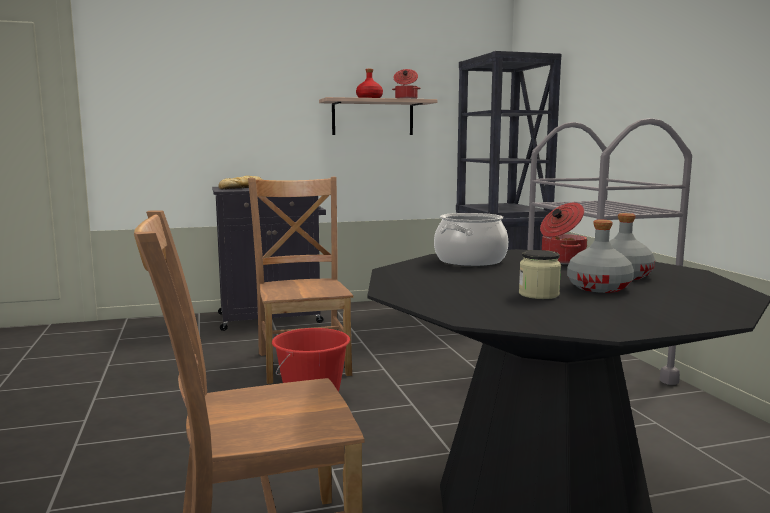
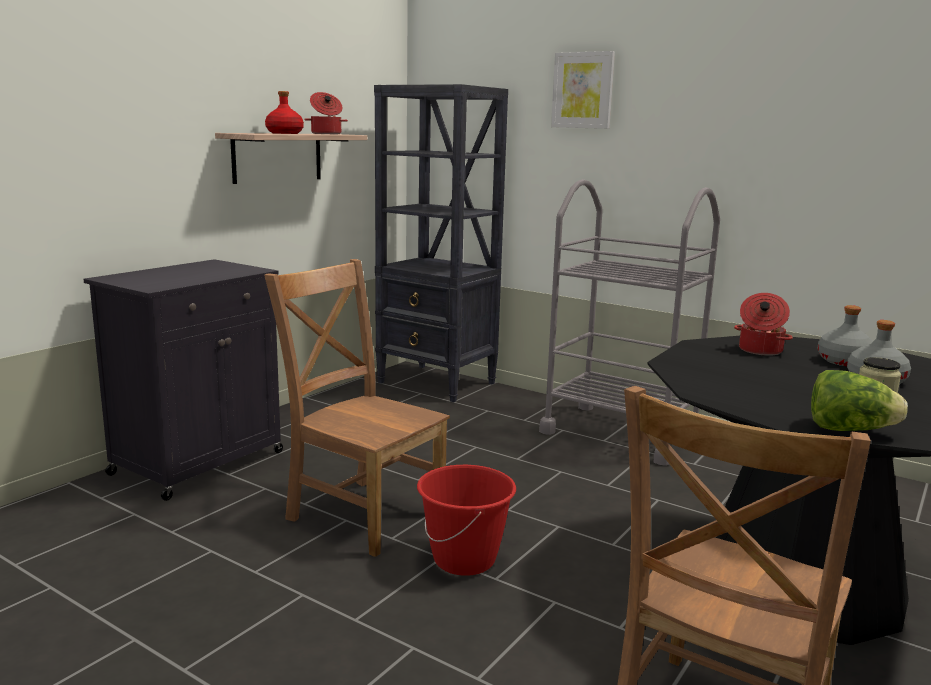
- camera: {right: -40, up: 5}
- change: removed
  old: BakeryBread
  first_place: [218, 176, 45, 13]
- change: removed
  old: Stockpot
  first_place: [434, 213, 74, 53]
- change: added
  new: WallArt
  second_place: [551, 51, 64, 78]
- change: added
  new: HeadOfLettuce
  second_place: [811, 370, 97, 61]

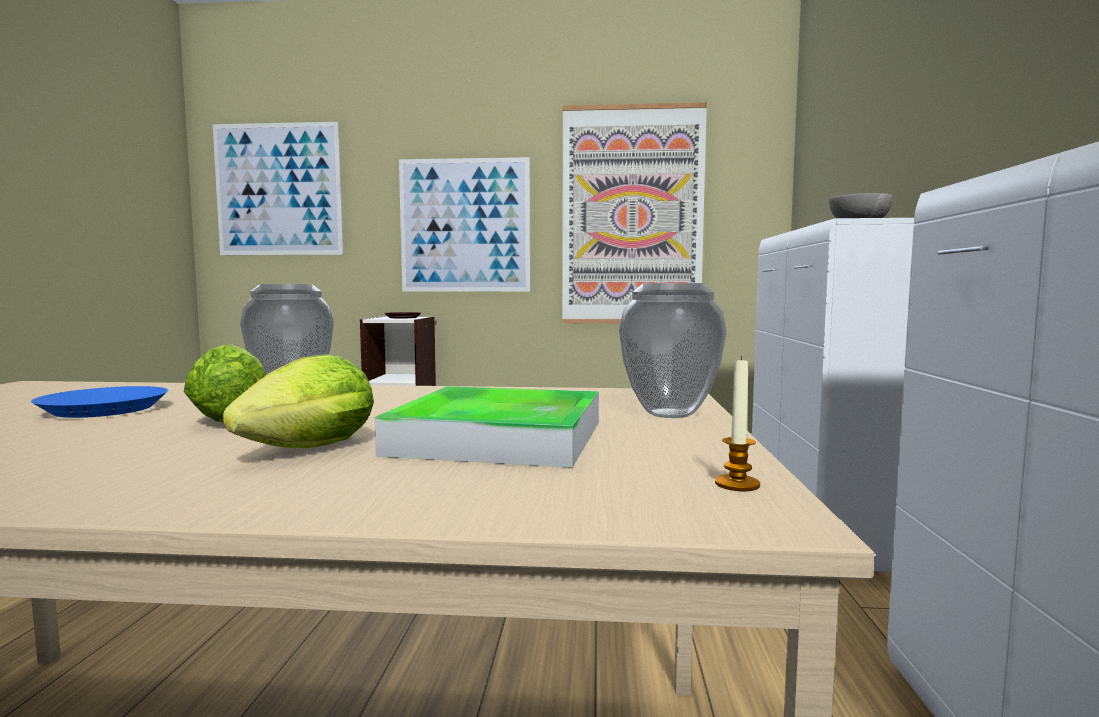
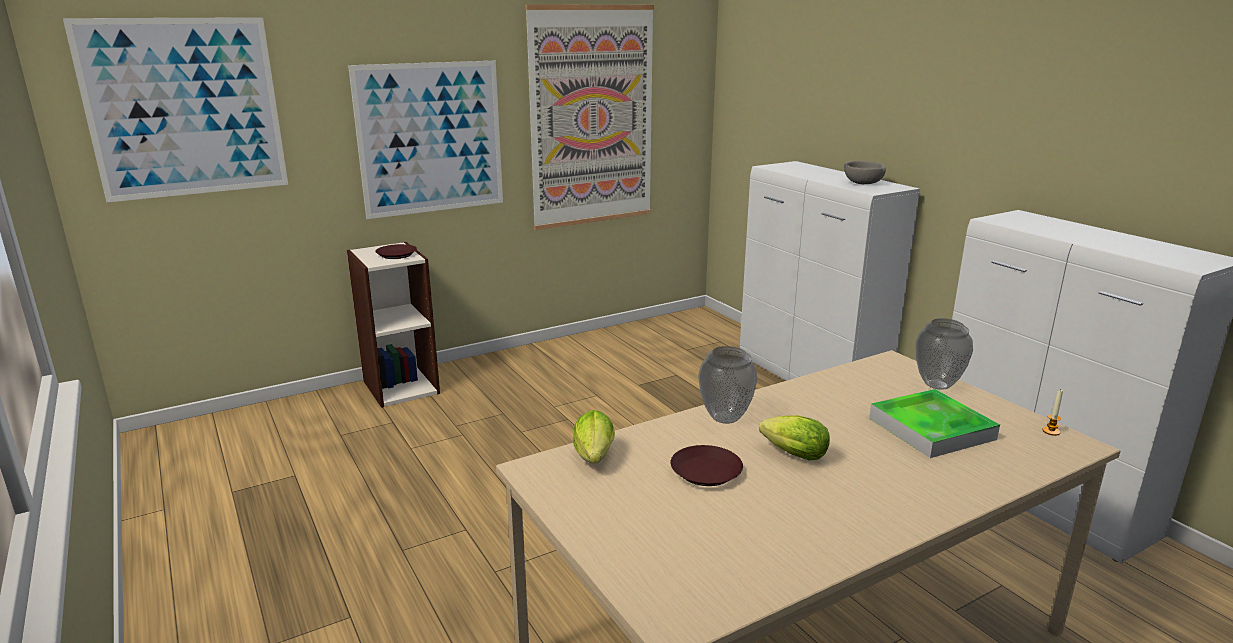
- camera: {right: -35, up: 15}
- change: recoloured
  old: BlueColouredPlate
  new: BrownPlate
  first_place: [31, 386, 137, 32]
  second_place: [670, 445, 73, 41]
- change: moved
  old: HeadOfLettuce
  first_place: [223, 354, 151, 94]
  second_place: [573, 410, 42, 53]

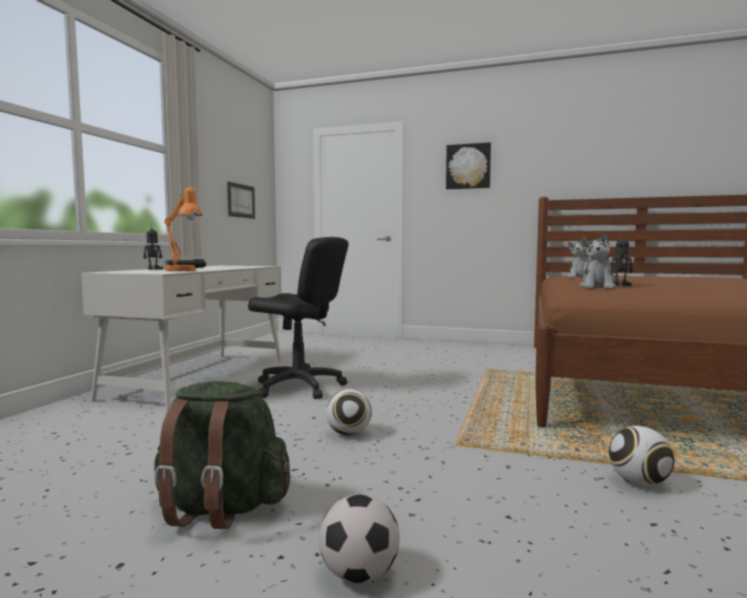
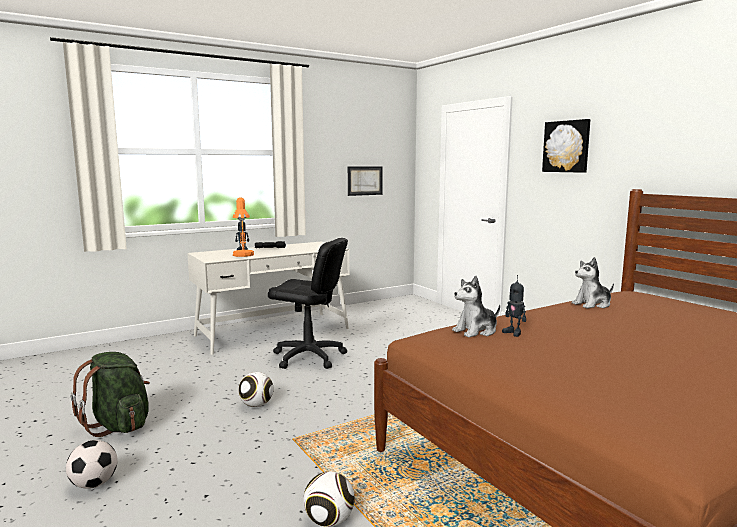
- camera: {right: 40, up: 5}
- change: turned
  old: BlackishOfficeChair
  first_place: [248, 237, 100, 162]
  second_place: [268, 238, 80, 131]
  degrees: -45

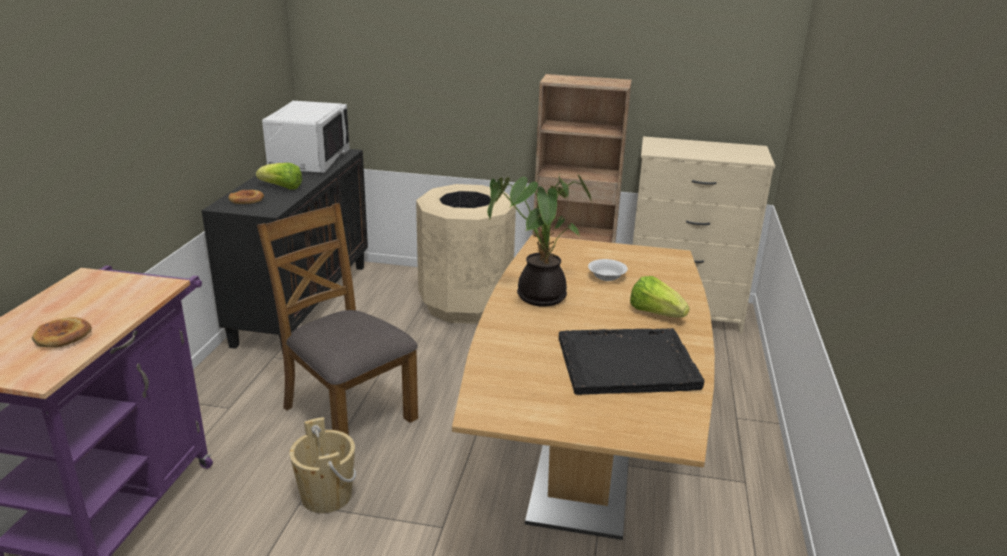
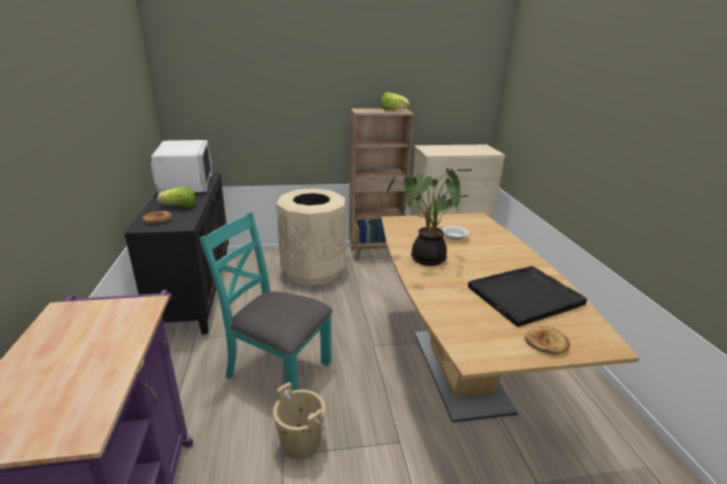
- camera: {right: -20, up: 0}
- change: moved
  old: BakeryBread
  first_place: [32, 317, 60, 31]
  second_place: [524, 326, 46, 29]
- change: recoloured
  old: BrownUprightChair
  new: TurquoiseColouredUprightChair
  first_place: [257, 203, 161, 232]
  second_place: [199, 212, 133, 179]
- change: moved
  old: HeadOfLettuce
  first_place: [630, 276, 60, 42]
  second_place: [381, 92, 29, 18]

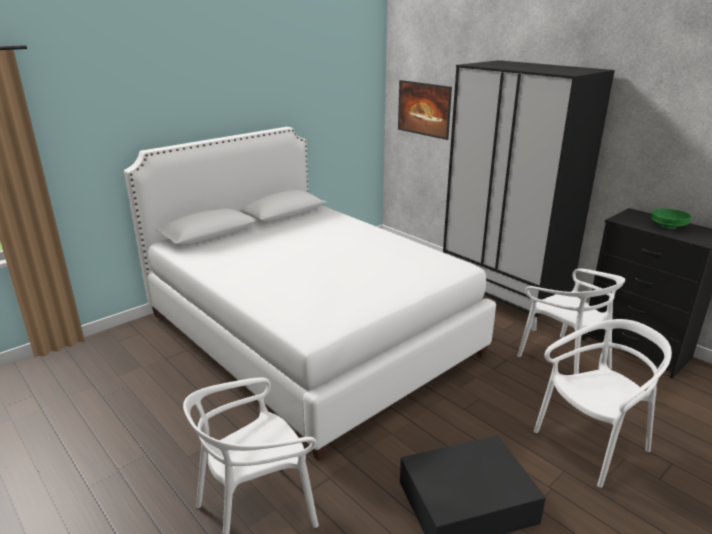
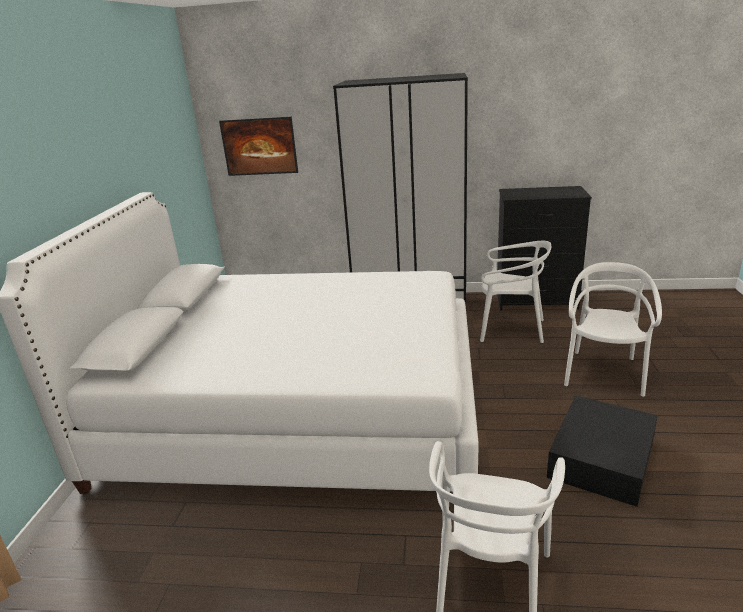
- camera: {right: -40, up: 0}
- change: removed
  old: GreenishServingBowl
  first_place: [652, 209, 40, 20]

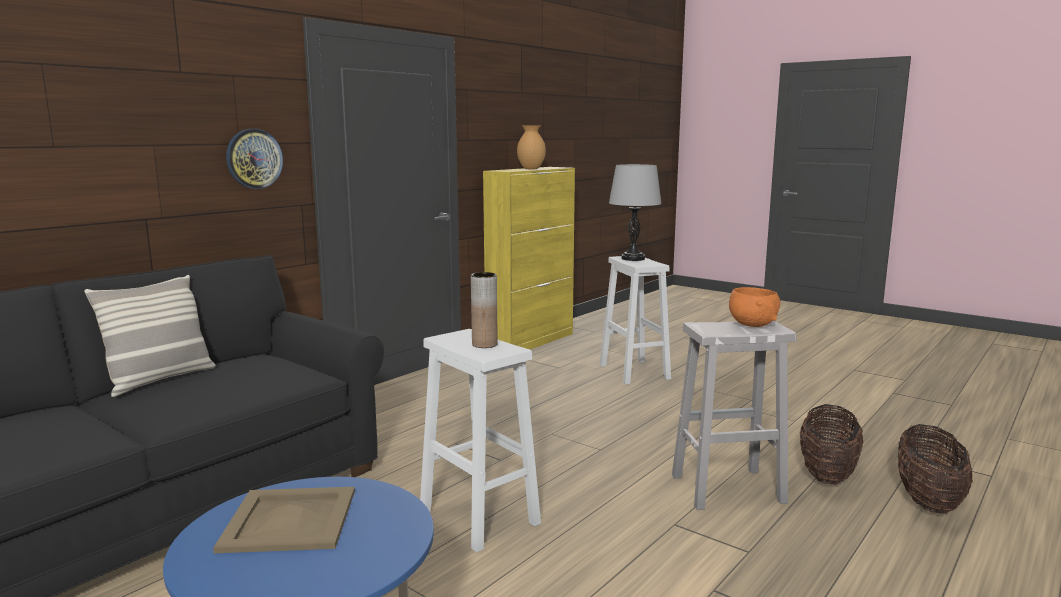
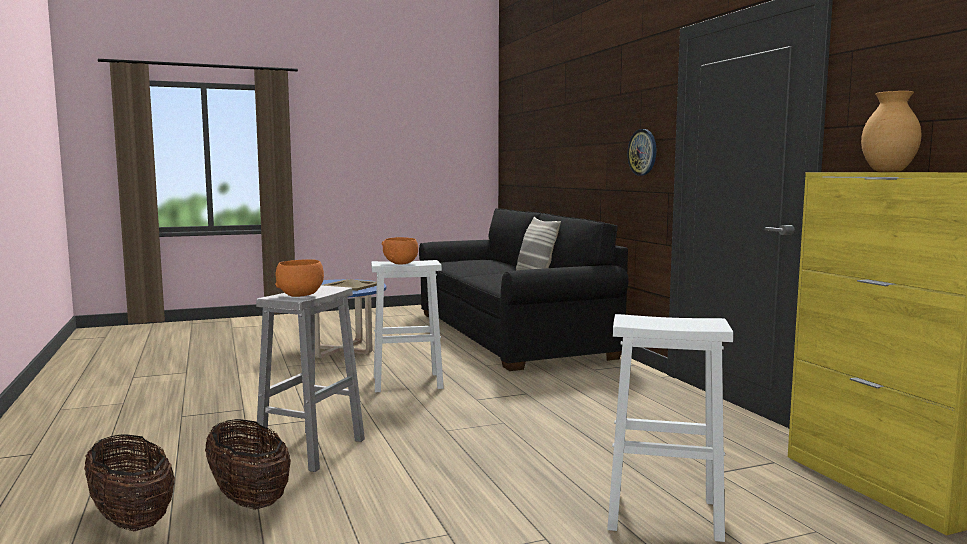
- camera: {right: 120, up: -5}
- change: replaced
  old: BrownFlowerVase
  new: OrangeColouredServingBowl
  first_place: [471, 272, 27, 76]
  second_place: [382, 237, 36, 28]
- change: removed
  old: GreyishLampForATable
  first_place: [609, 164, 53, 97]

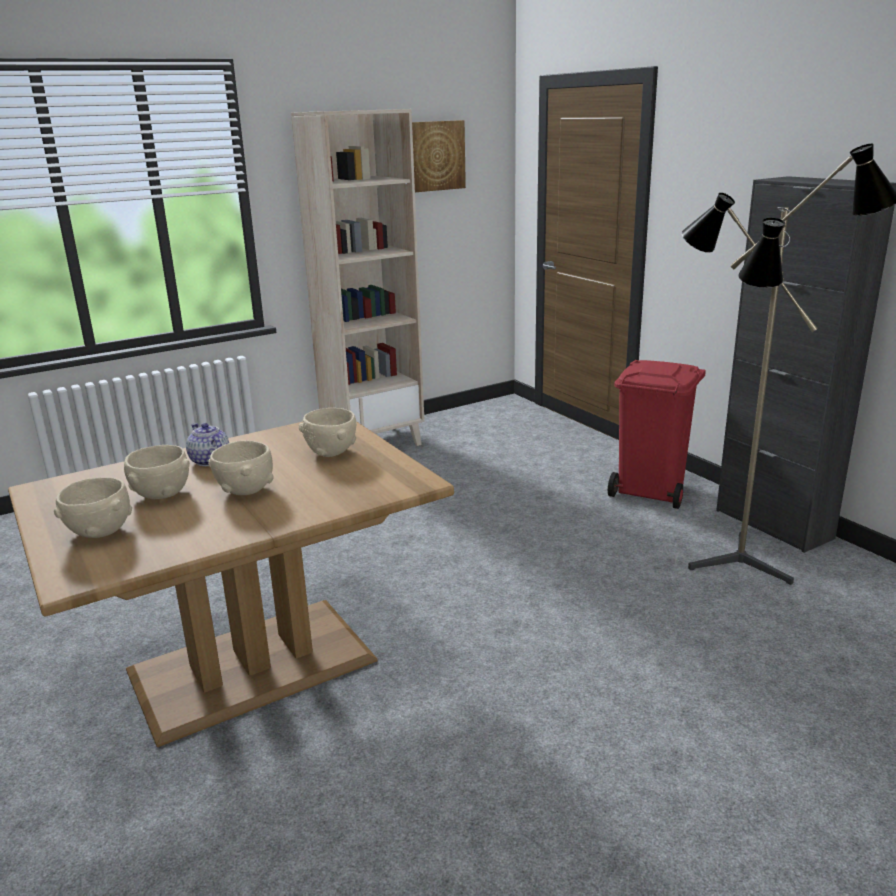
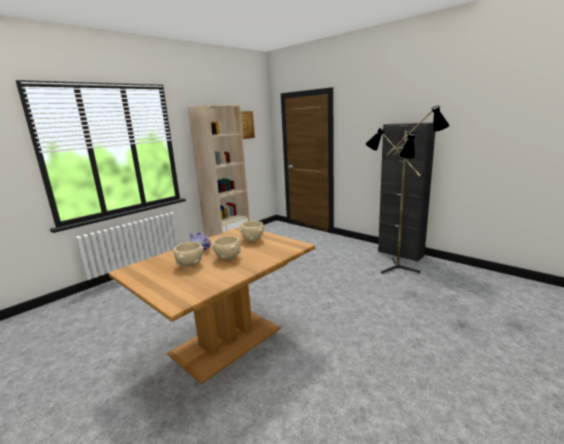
- camera: {right: -15, up: -5}
- change: removed
  old: BeigeServingBowl
  first_place: [54, 477, 78, 61]
- change: removed
  old: ReddishTrashCan
  first_place: [608, 360, 98, 149]

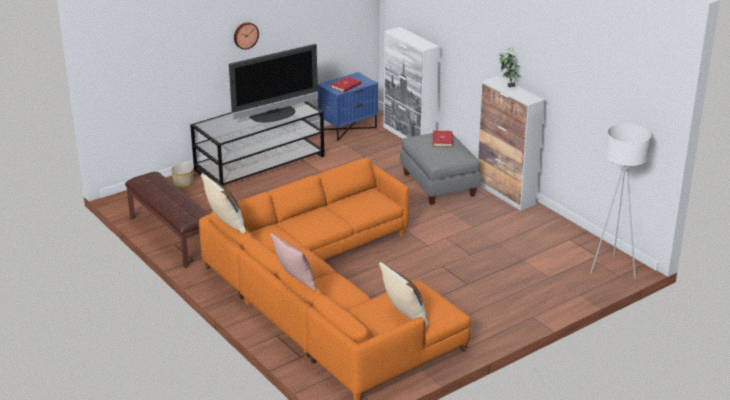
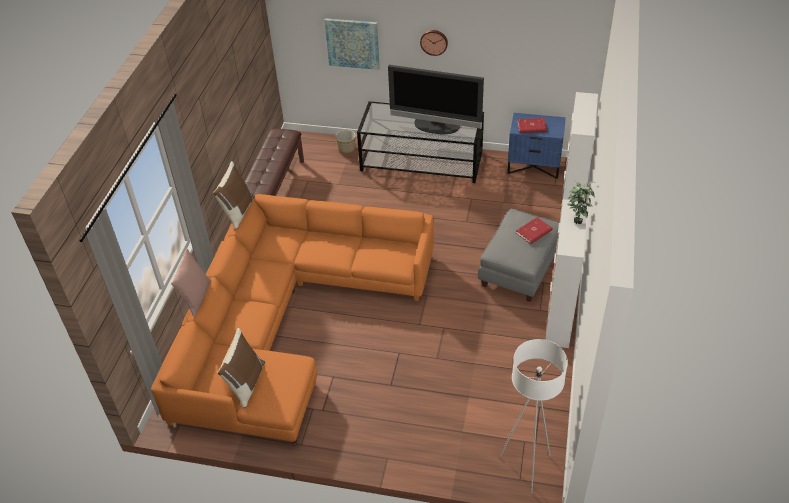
- camera: {right: 50, up: 15}
- change: added
  new: WallArt
  second_place: [325, 18, 55, 52]

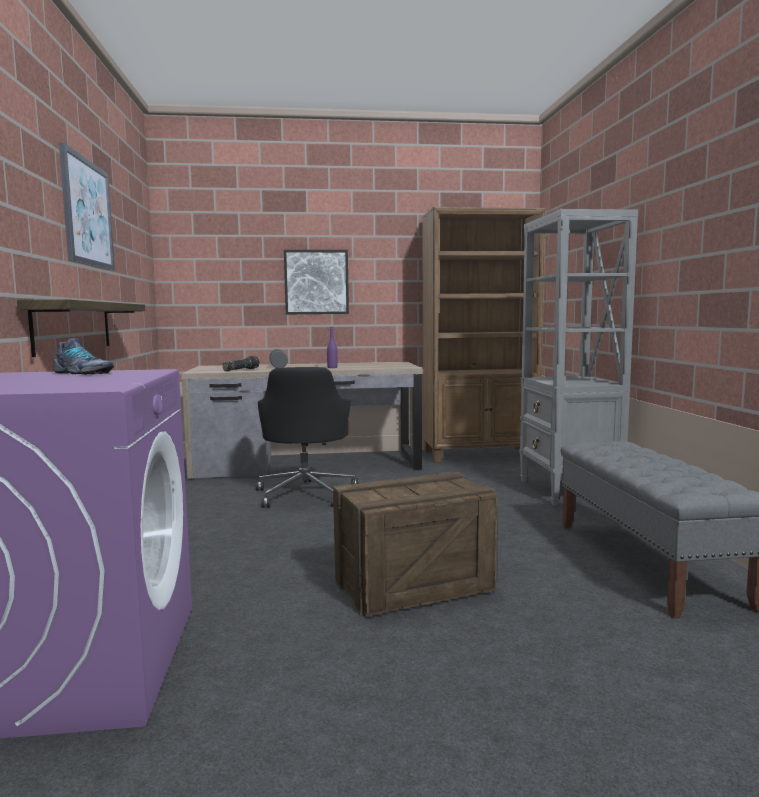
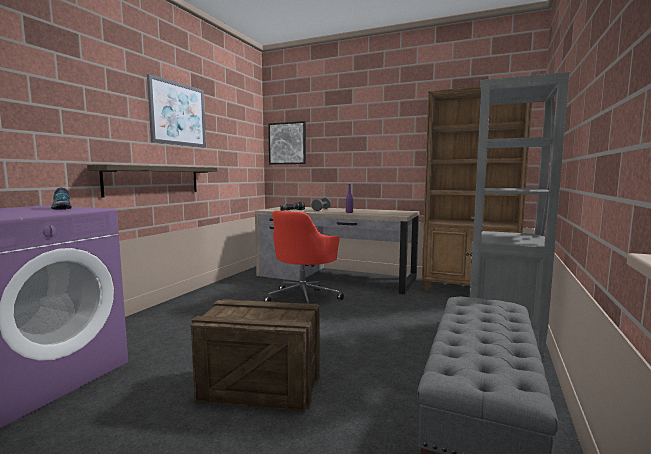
- camera: {right: 30, up: 0}
- change: recoloured
  old: BlackishOfficeChair
  new: ReddishOfficeChair
  first_place: [256, 367, 102, 141]
  second_place: [264, 211, 80, 93]
- change: moved
  old: WallArt
  first_place: [284, 250, 65, 64]
  second_place: [268, 121, 38, 43]

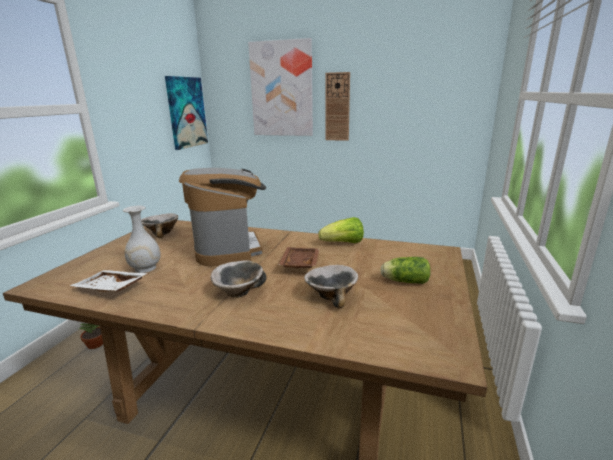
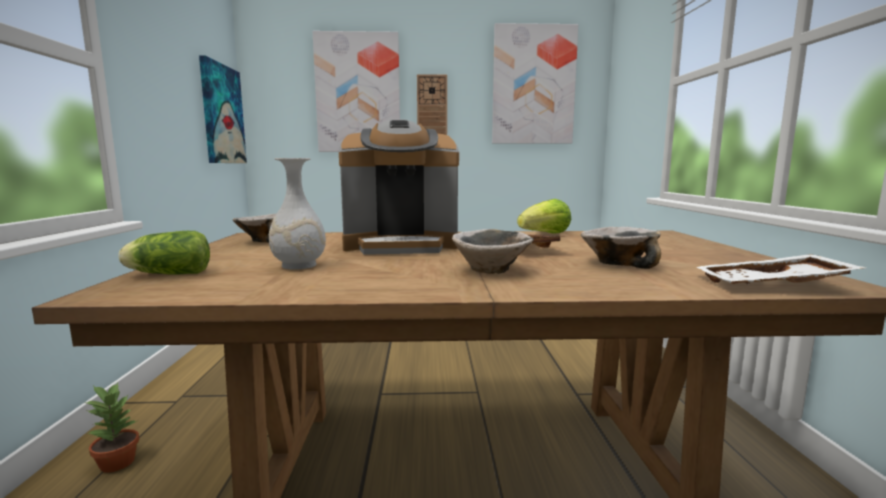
- camera: {right: -20, up: -10}
- change: moved
  old: WhitishServingTray
  first_place: [70, 270, 78, 22]
  second_place: [696, 254, 170, 31]
- change: turned
  old: CoffeeMaker
  first_place: [179, 168, 87, 98]
  second_place: [339, 119, 120, 136]
  degrees: 120
- change: moved
  old: HeadOfLettuce
  first_place: [380, 257, 51, 27]
  second_place: [118, 231, 92, 44]
- change: added
  new: WallArt
  second_place: [492, 23, 87, 121]

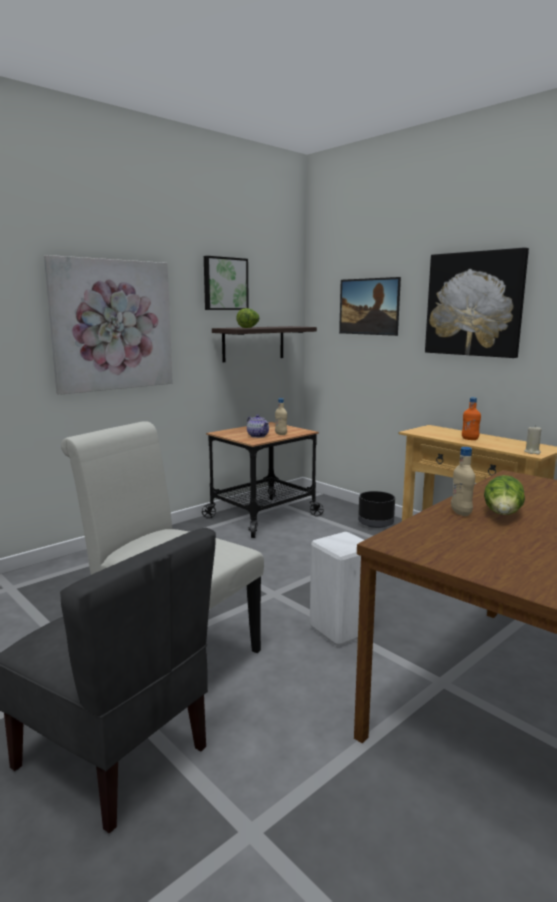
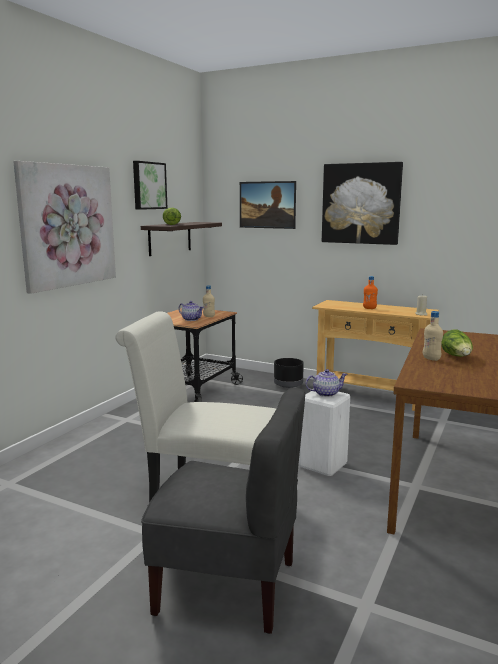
- camera: {right: -20, up: 0}
- change: added
  new: TeaPot
  second_place: [305, 369, 43, 28]

